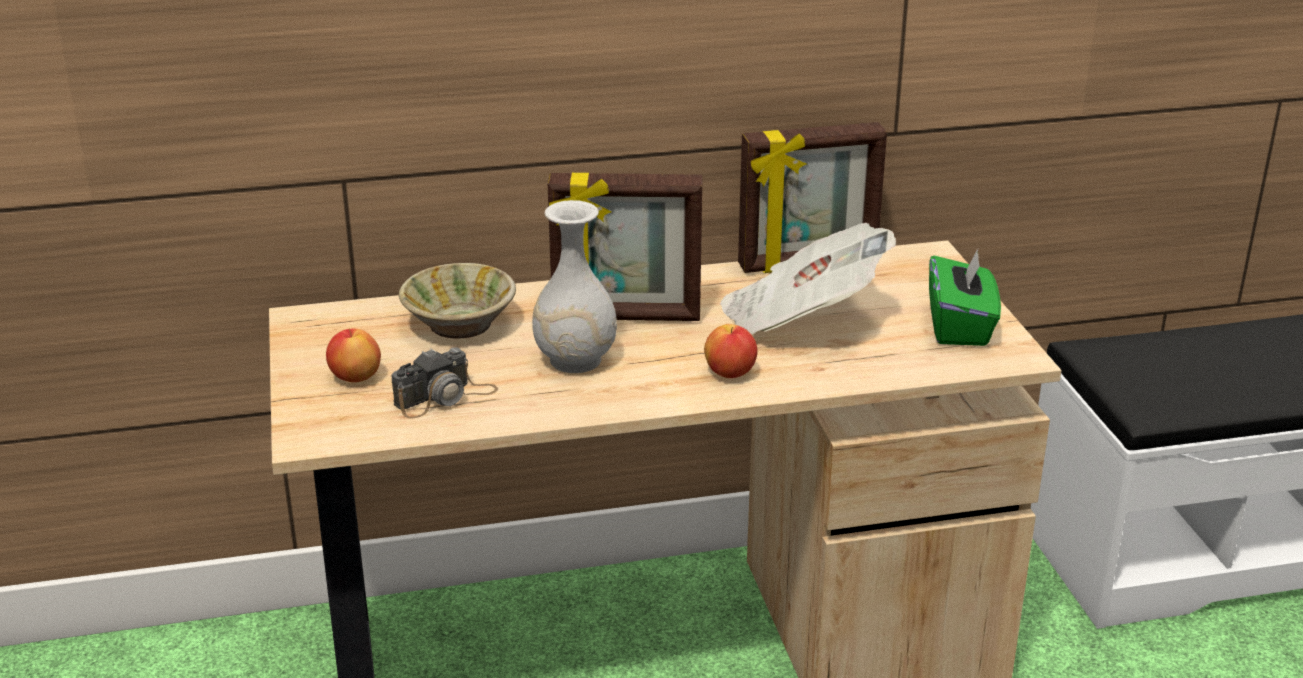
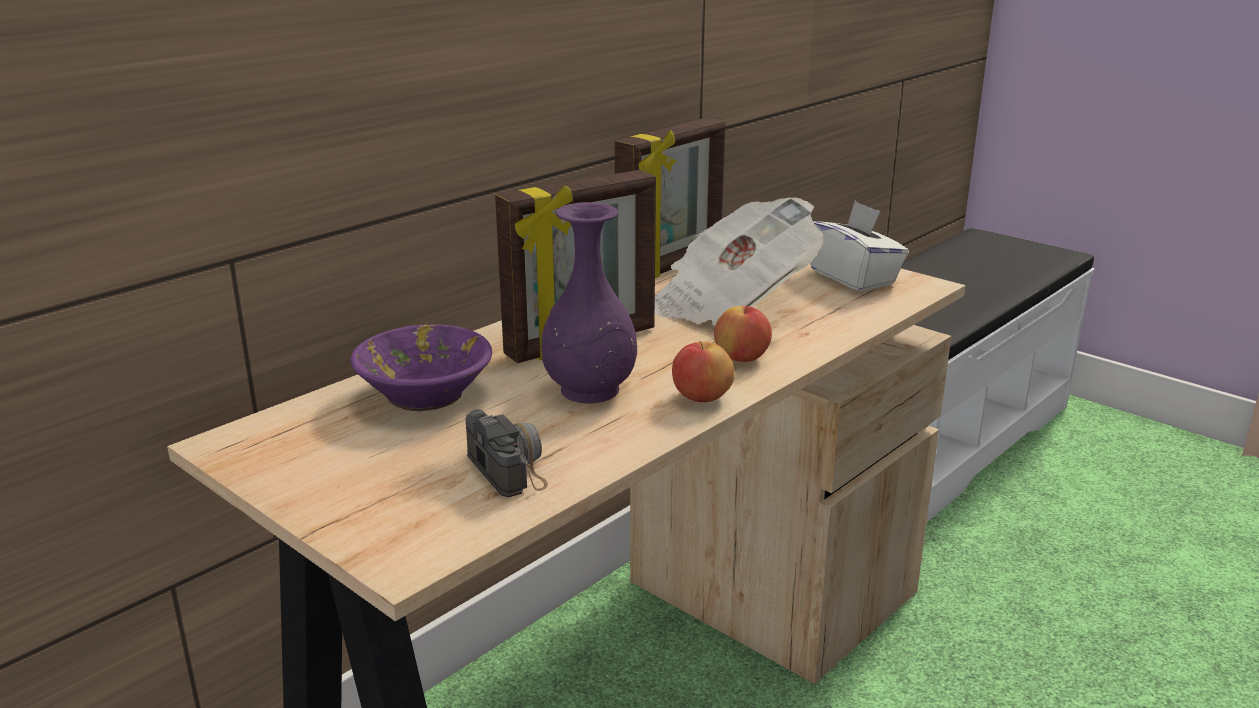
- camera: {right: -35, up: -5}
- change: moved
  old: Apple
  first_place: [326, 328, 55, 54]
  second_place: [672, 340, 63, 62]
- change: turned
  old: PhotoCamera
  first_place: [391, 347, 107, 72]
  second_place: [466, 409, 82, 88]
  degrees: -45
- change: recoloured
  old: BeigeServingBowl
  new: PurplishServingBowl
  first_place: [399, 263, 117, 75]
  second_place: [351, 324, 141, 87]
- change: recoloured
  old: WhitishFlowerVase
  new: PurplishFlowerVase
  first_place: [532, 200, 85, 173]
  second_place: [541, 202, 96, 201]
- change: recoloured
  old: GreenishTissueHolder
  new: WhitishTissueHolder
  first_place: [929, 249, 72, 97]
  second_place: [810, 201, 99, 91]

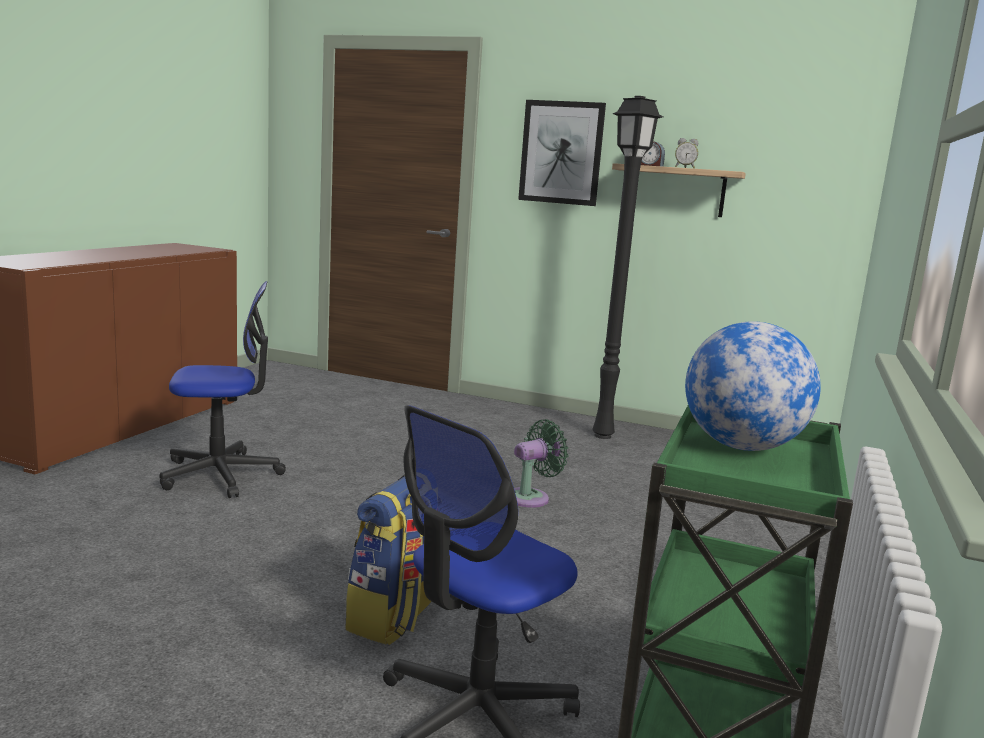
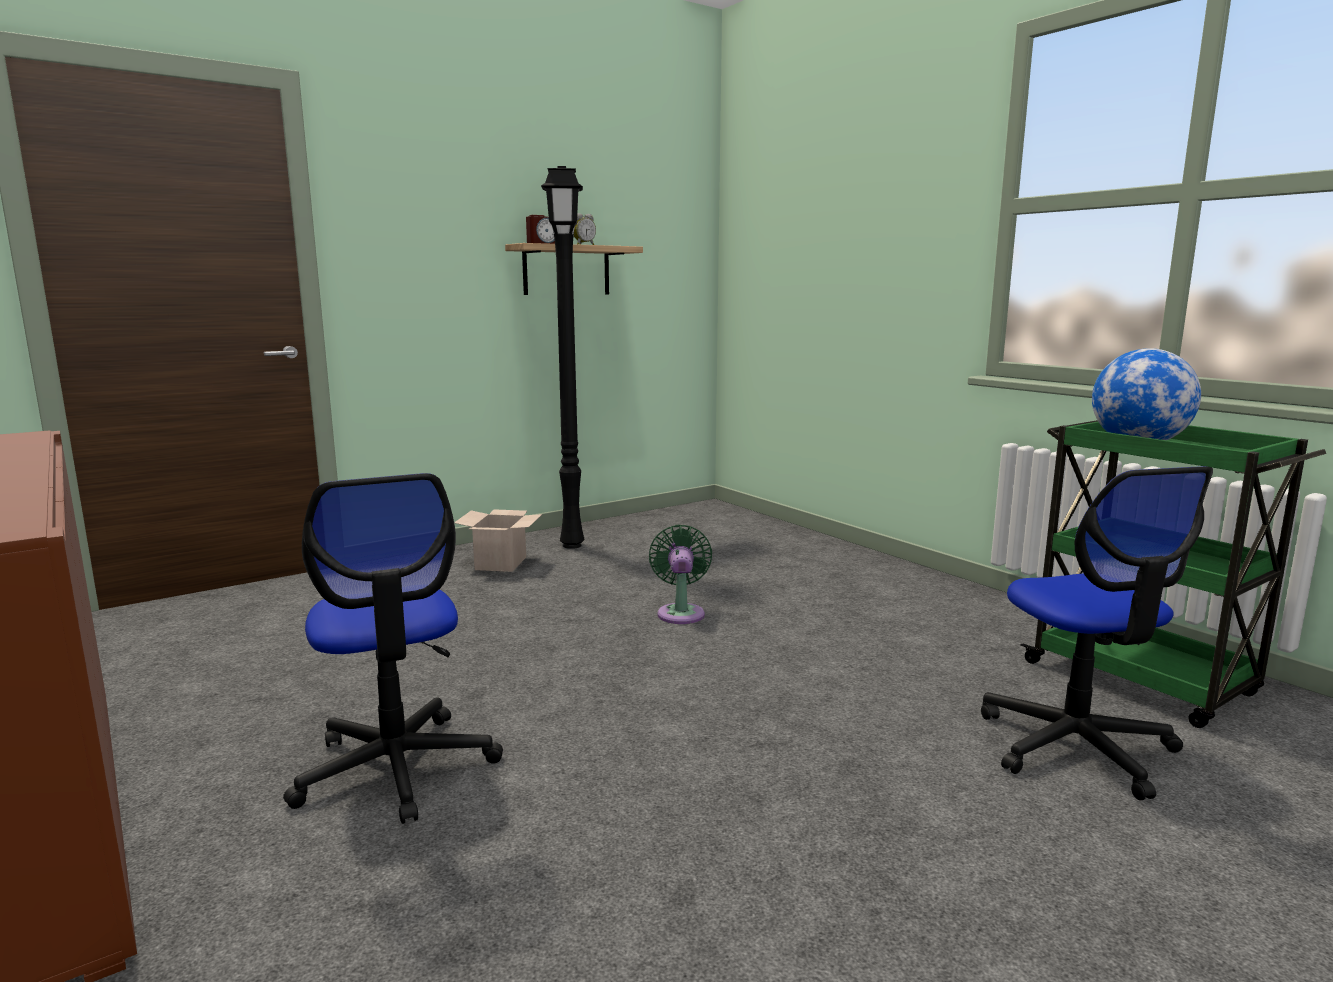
- camera: {right: -55, up: 0}
- change: turned
  old: OfficeChair
  first_place: [160, 281, 126, 217]
  second_place: [283, 473, 220, 351]
  degrees: 135
- change: removed
  old: Backpack
  first_place: [345, 475, 87, 170]
- change: removed
  old: WallArt
  first_place: [518, 100, 88, 106]
- change: added
  new: PackingBox
  second_place: [454, 509, 88, 63]

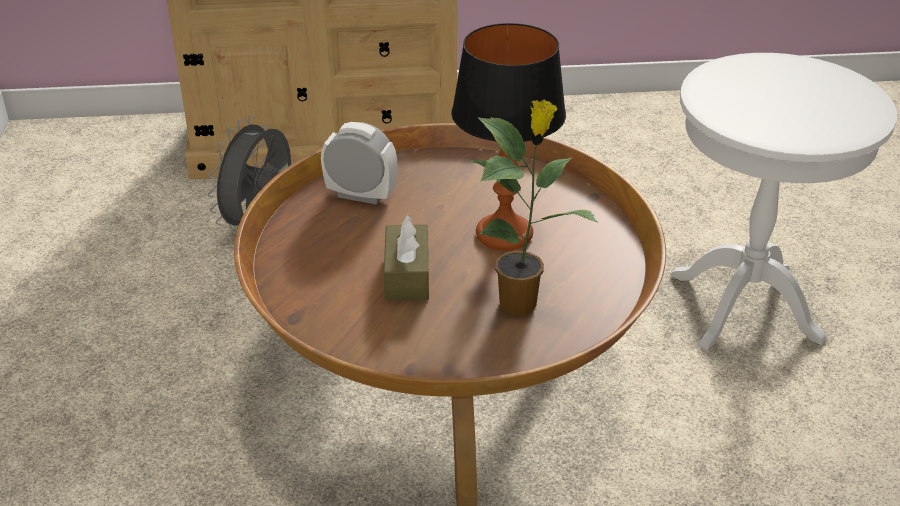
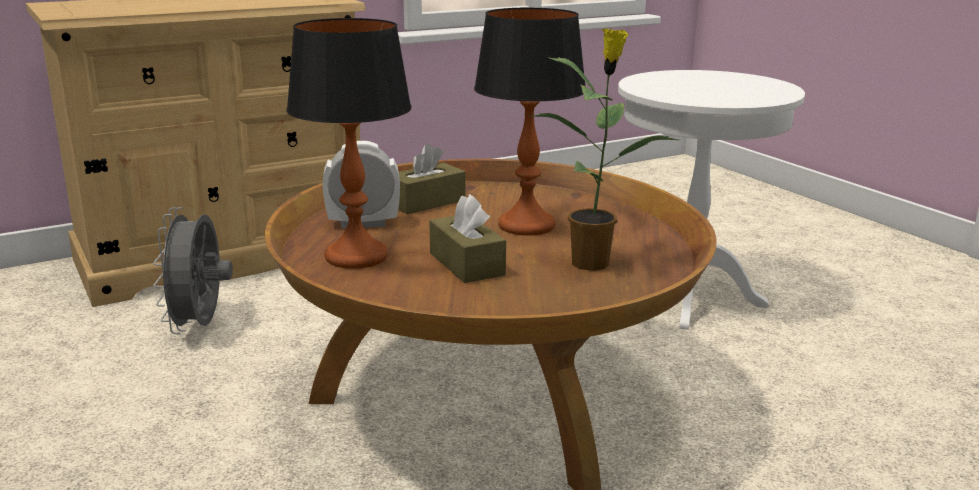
- camera: {right: -25, up: -15}
- change: added
  new: LampForATable
  second_place: [286, 18, 125, 251]
- change: added
  new: BrownTissueHolder
  second_place: [398, 144, 68, 70]

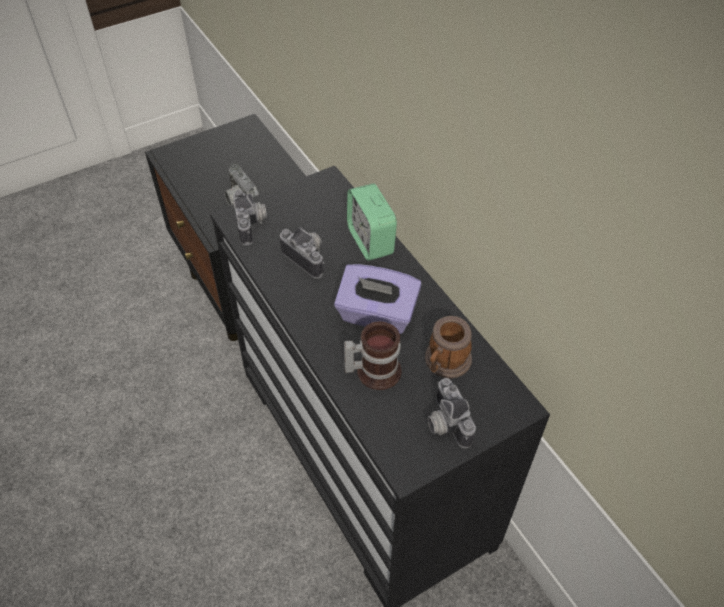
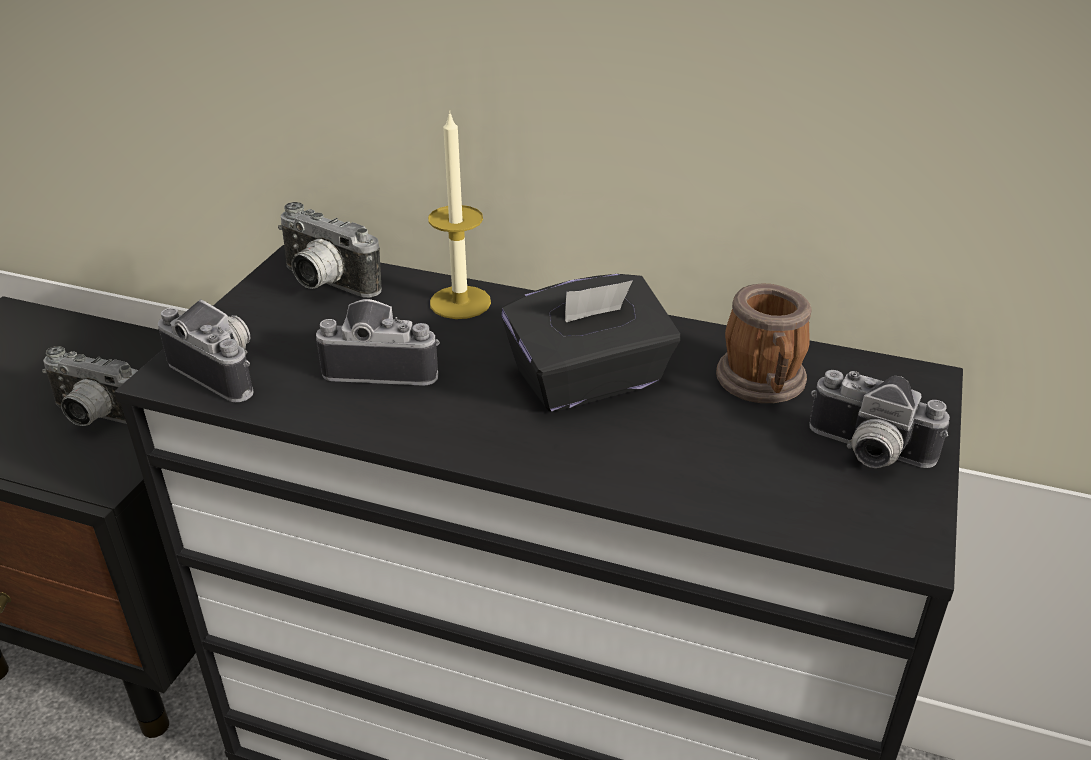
- camera: {right: -40, up: -15}
- change: recoloured
  old: PurplishTissueHolder
  new: BlackishTissueHolder
  first_place: [334, 264, 88, 70]
  second_place: [501, 274, 179, 137]
- change: removed
  old: Mug
  first_place: [344, 321, 58, 69]
- change: replaced
  old: AlarmClock
  new: Candle
  first_place: [347, 183, 50, 78]
  second_place: [428, 110, 63, 209]
- change: added
  new: PhotoCamera
  second_place: [278, 202, 104, 95]

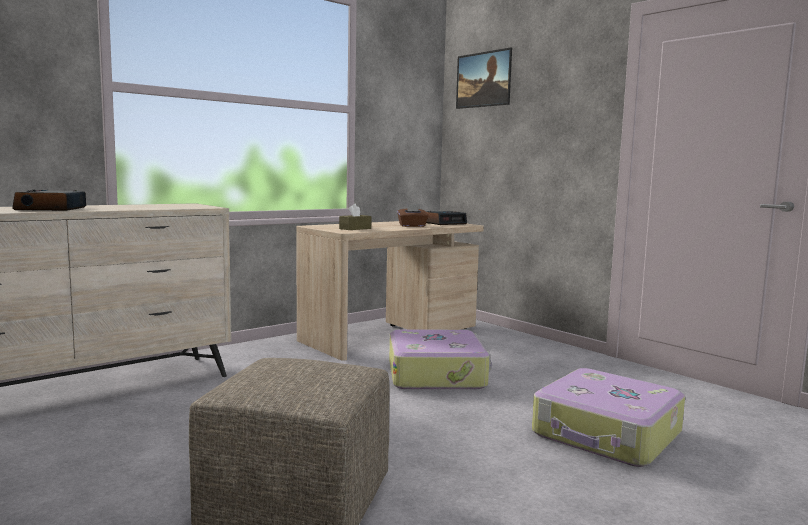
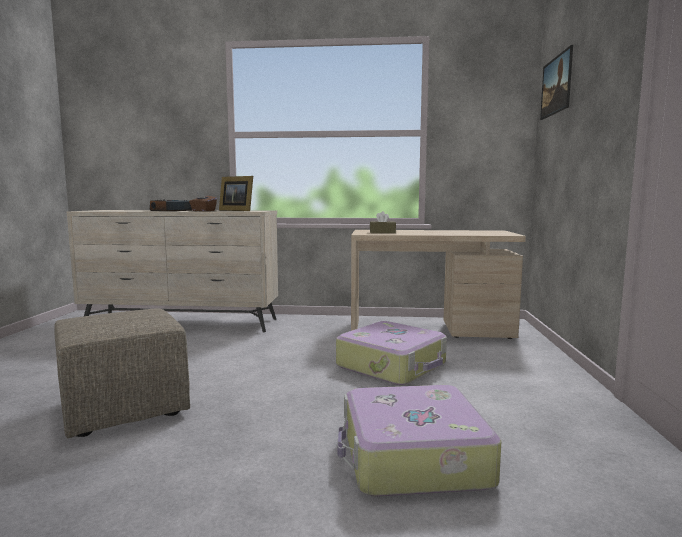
- camera: {right: 45, up: 0}
- change: moved
  old: BrownTissueHolder
  first_place: [397, 204, 31, 23]
  second_place: [189, 191, 28, 20]
- change: removed
  old: AlarmClock
  first_place: [426, 211, 41, 14]
- change: added
  new: PictureFrame
  second_place: [219, 176, 34, 35]

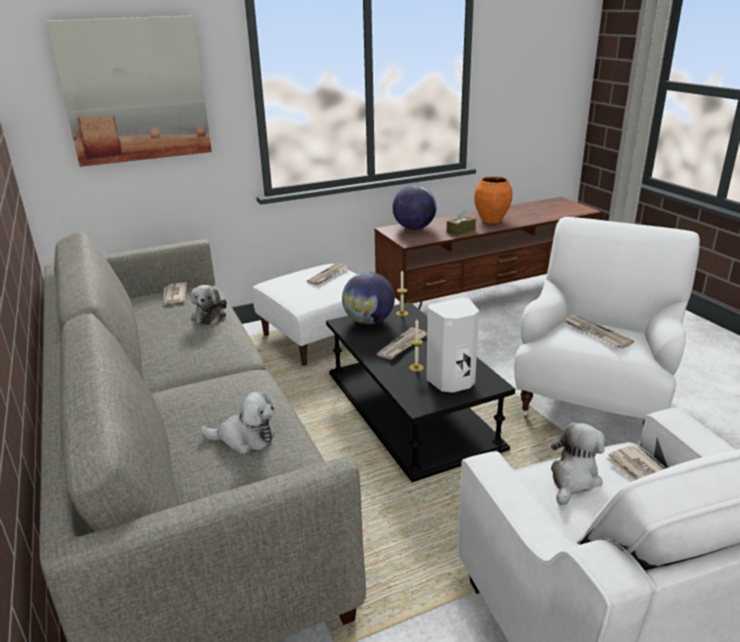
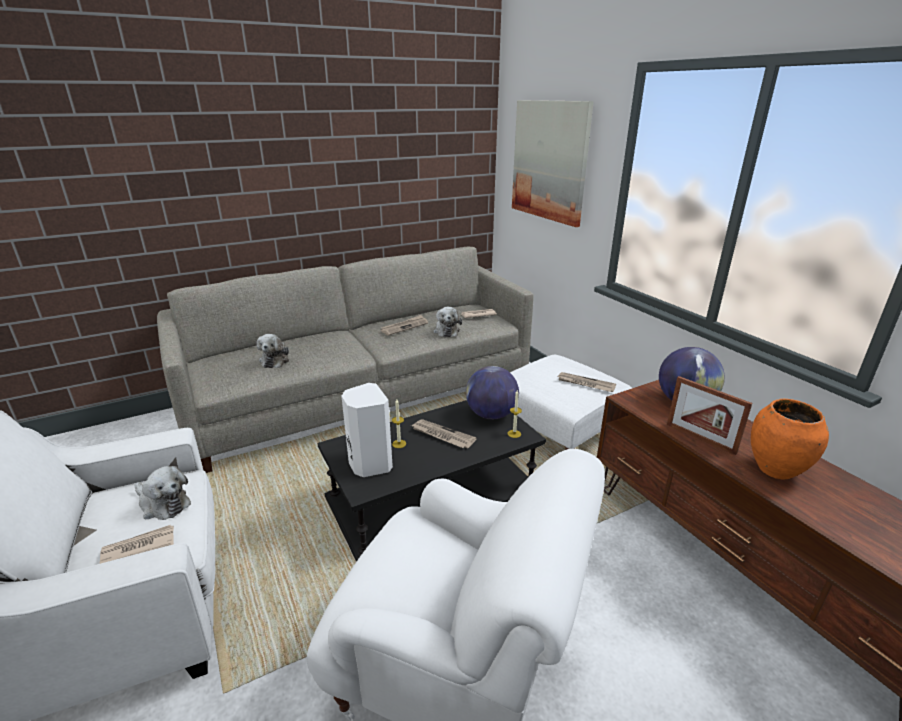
- camera: {right: 85, up: 0}
- change: turned
  old: SoftToy
  first_place: [190, 285, 37, 40]
  second_place: [433, 307, 29, 30]
  degrees: -90
- change: replaced
  old: BrownTissueHolder
  new: PictureFrame
  first_place: [447, 209, 29, 27]
  second_place: [667, 376, 85, 79]
- change: moved
  old: Newspaper
  first_place: [565, 315, 69, 34]
  second_place: [381, 315, 47, 21]

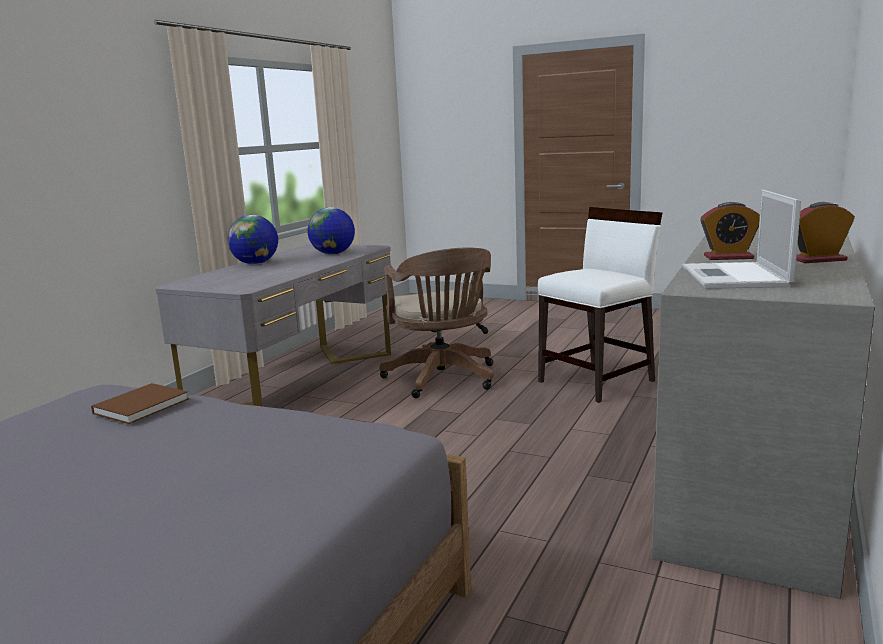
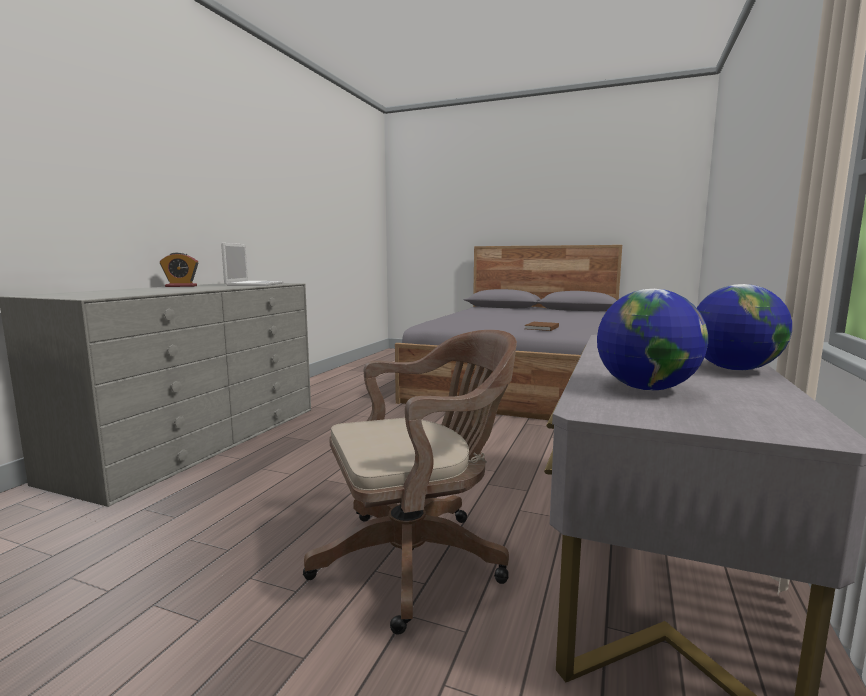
- camera: {right: 175, up: -5}
- change: turned
  old: BrownOfficeChair
  first_place: [379, 247, 114, 151]
  second_place: [303, 330, 214, 305]
  degrees: 90
- change: removed
  old: WhitishUprightChair
  first_place: [538, 207, 124, 196]
- change: removed
  old: AlarmClock
  first_place: [700, 202, 60, 58]

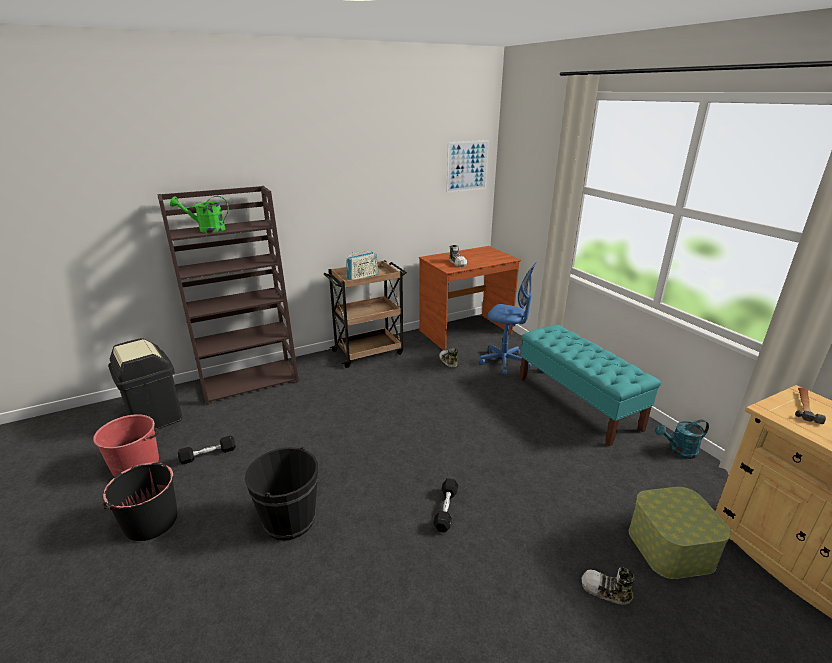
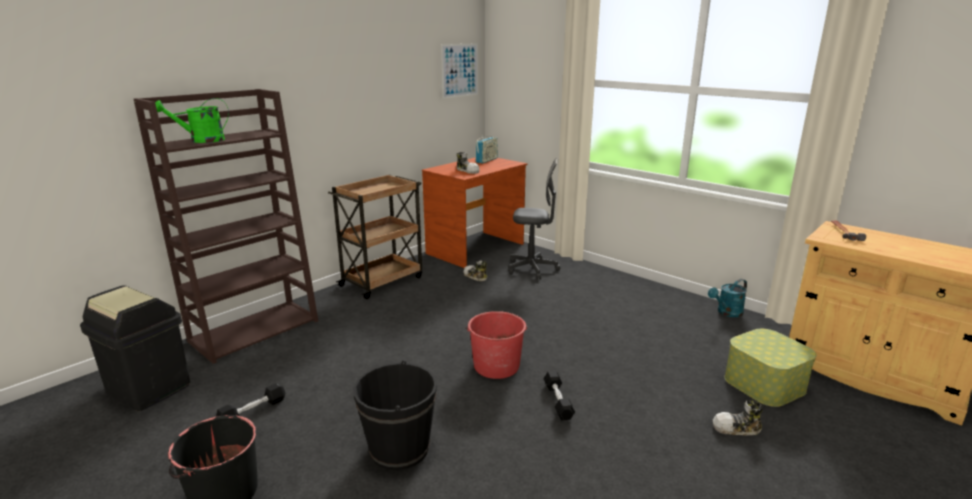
- camera: {right: -20, up: -5}
- change: moved
  old: ReddishPail
  first_place: [93, 414, 66, 63]
  second_place: [466, 311, 62, 68]
- change: moved
  old: RadioReceiver
  first_place: [346, 252, 32, 28]
  second_place: [475, 136, 23, 28]
- change: recoloured
  old: BlueColouredOfficeChair
  new: GreyishOfficeChair
  first_place: [480, 263, 56, 112]
  second_place: [508, 159, 52, 121]
- change: removed
  old: TurquoiseColouredLongSeat
  first_place: [519, 325, 142, 121]

